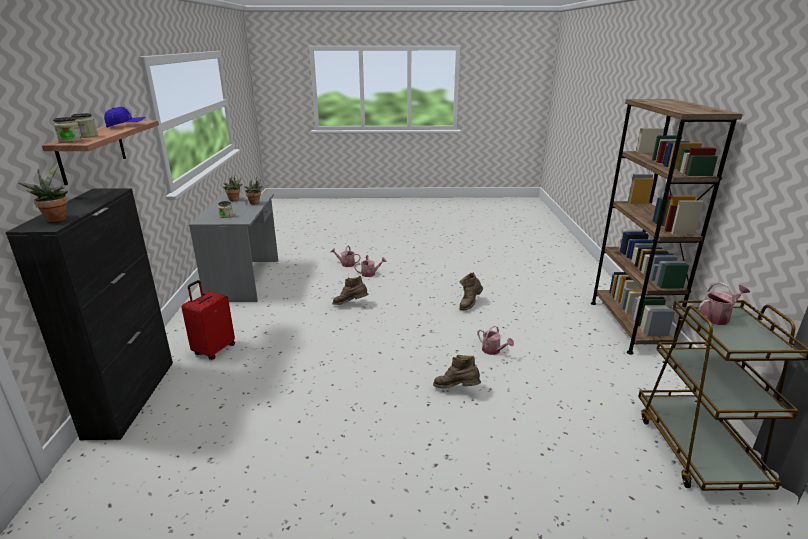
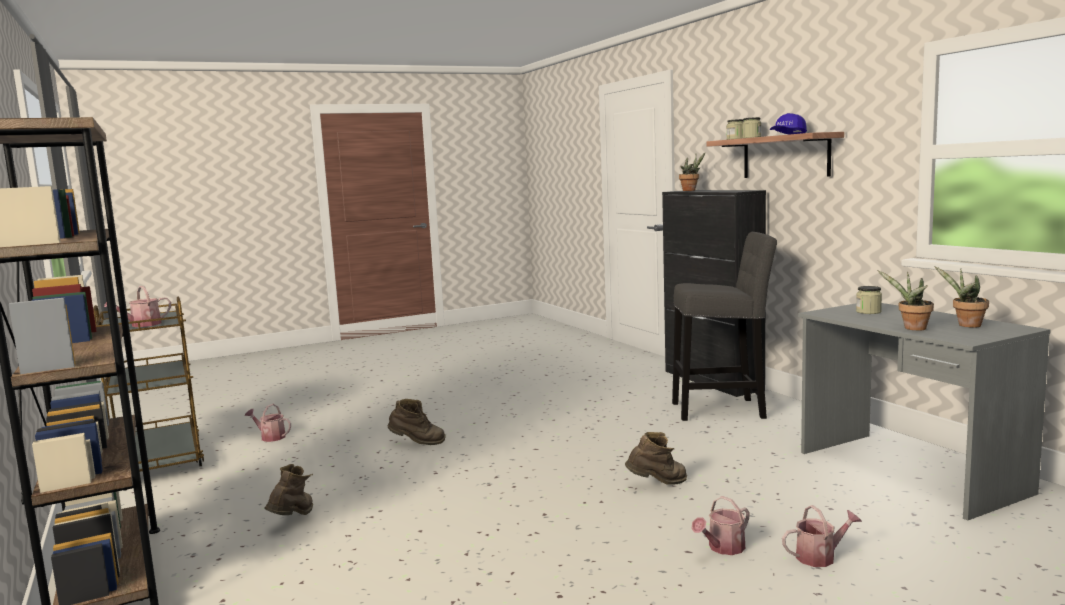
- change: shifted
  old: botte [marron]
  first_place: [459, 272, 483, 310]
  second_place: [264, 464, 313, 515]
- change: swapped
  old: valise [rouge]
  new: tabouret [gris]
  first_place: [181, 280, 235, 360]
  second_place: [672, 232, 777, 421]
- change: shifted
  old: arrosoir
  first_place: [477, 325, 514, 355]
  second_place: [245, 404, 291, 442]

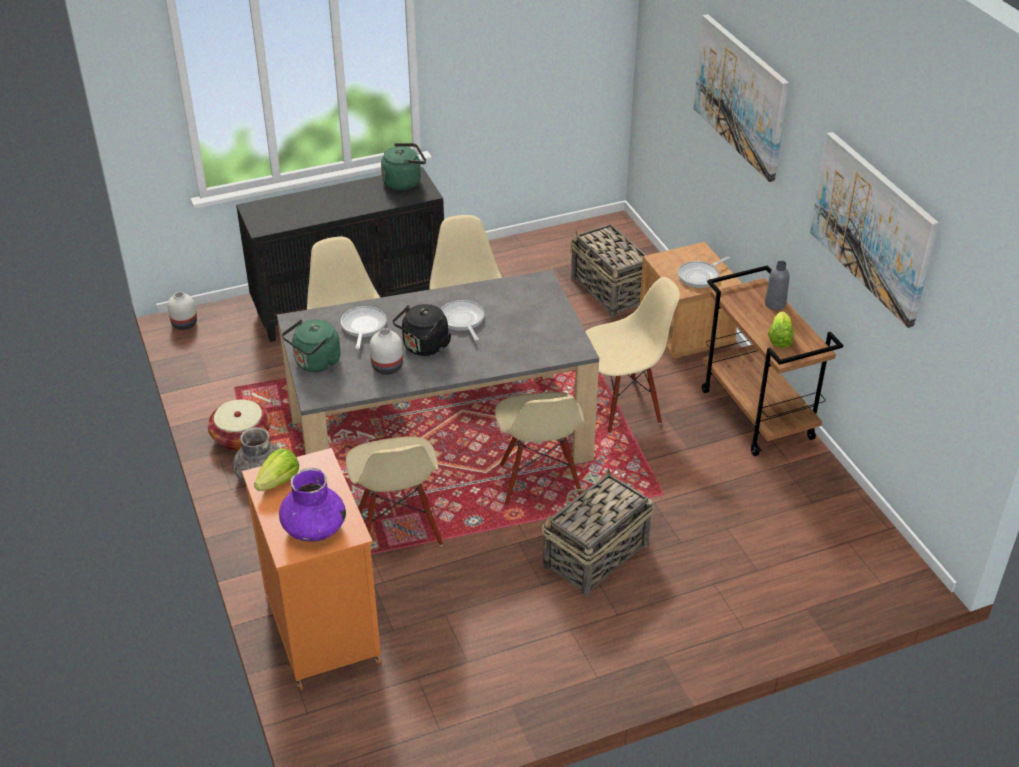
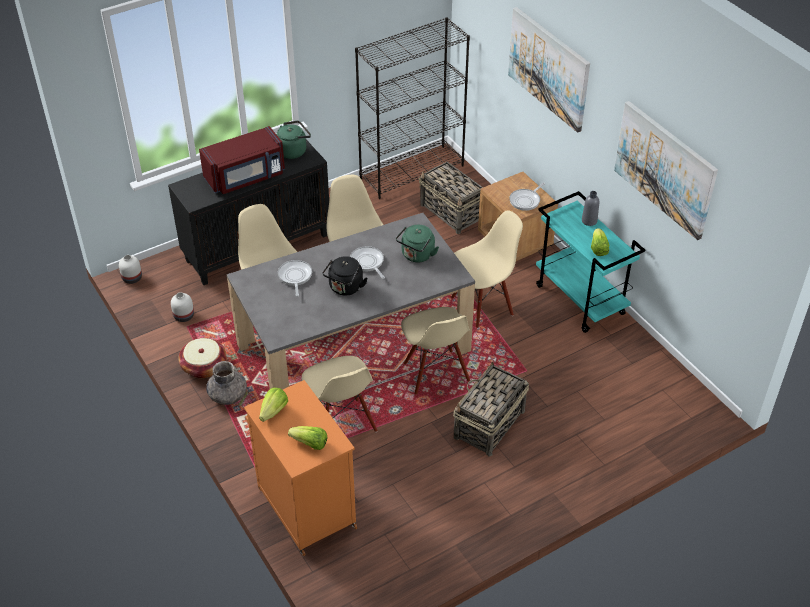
- change: repainted
  old: chariot [marron]
  new: chariot [turquoise]
  first_place: [702, 265, 843, 456]
  second_place: [536, 191, 645, 333]
- change: shifted
  old: bouilloire [vert]
  first_place: [282, 320, 340, 372]
  second_place: [396, 225, 439, 262]
- change: shifted
  old: vase [blanc]
  first_place: [370, 328, 403, 375]
  second_place: [171, 292, 194, 322]
- change: swapped
  old: vase [violet]
  new: laitue
  first_place: [279, 468, 346, 542]
  second_place: [288, 426, 327, 450]
- change: new
  new: bibliothèque [noir]
  second_place: [355, 17, 470, 199]
- change: new
  new: micro-ondes [rouge]
  second_place: [199, 126, 285, 194]

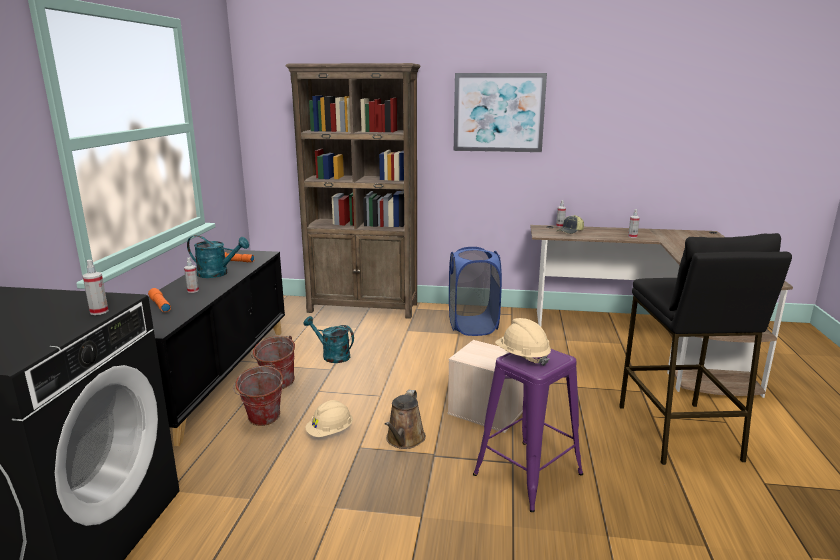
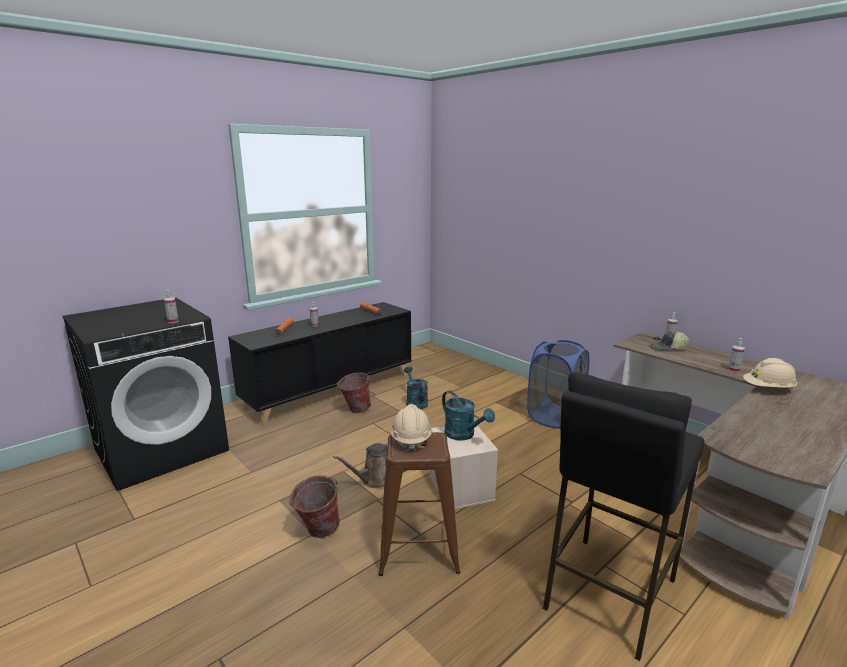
- change: gone
  old: bibliothèque [marron]
  first_place: [286, 63, 421, 319]
- change: gone
  old: tableau
  first_place: [454, 73, 547, 152]
- change: shifted
  old: arrosoir [turquoise]
  first_place: [187, 235, 249, 278]
  second_place: [442, 391, 495, 440]
- change: repainted
  old: tabouret [violet]
  new: tabouret [marron]
  first_place: [473, 349, 583, 512]
  second_place: [379, 432, 460, 576]
- change: shifted
  old: seau
  first_place: [233, 364, 283, 426]
  second_place: [288, 475, 340, 538]
- change: shifted
  old: casque de chantier [beige]
  first_place: [305, 400, 353, 437]
  second_place: [743, 358, 798, 389]

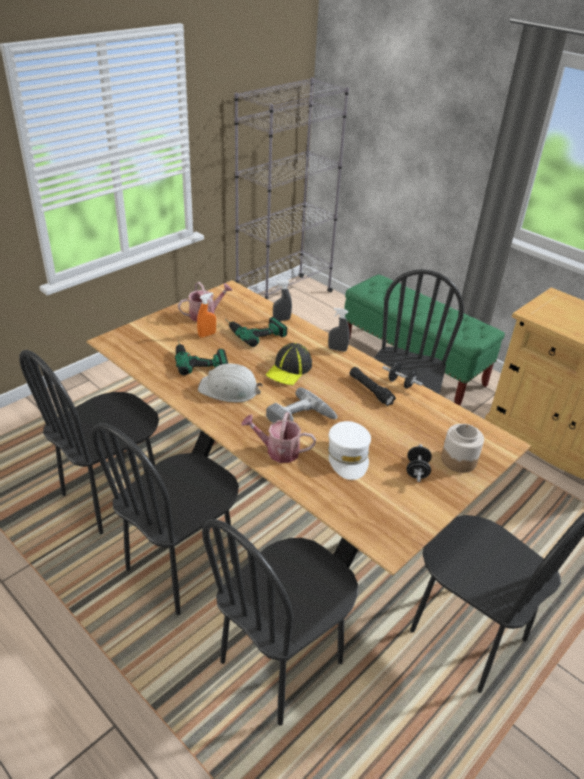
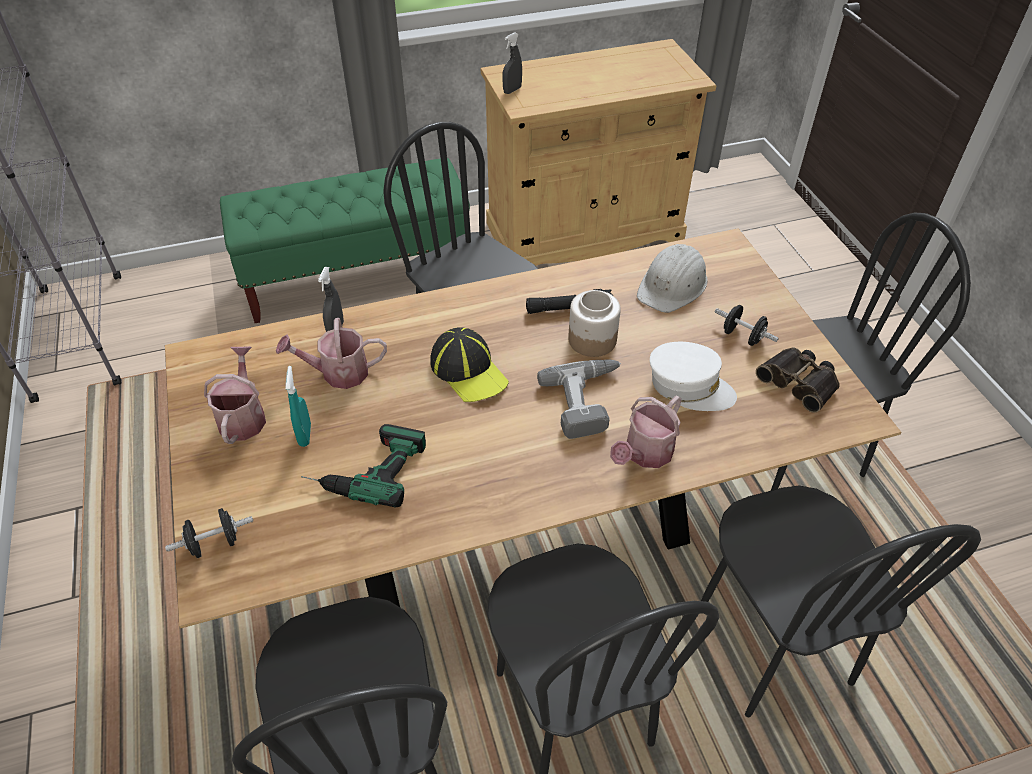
- change: repainted
  old: vaporisateur [orange]
  new: vaporisateur [turquoise]
  first_place: [197, 293, 216, 337]
  second_place: [286, 366, 311, 447]
- change: shifted
  old: vaporisateur [gris]
  first_place: [328, 308, 350, 352]
  second_place: [502, 32, 522, 94]
- change: swapped
  old: perceuse
  new: arrosoir
  first_place: [225, 317, 287, 347]
  second_place: [276, 318, 387, 389]
- change: shifted
  old: casque de chantier [blanc]
  first_place: [198, 363, 263, 402]
  second_place: [637, 244, 708, 313]
- change: shifted
  old: haltère [noir]
  first_place: [383, 363, 423, 388]
  second_place: [165, 508, 253, 558]
- change: shifted
  old: bocal
  first_place: [441, 424, 484, 473]
  second_place: [568, 290, 621, 357]
- change: new
  new: jumelles
  second_place: [756, 347, 840, 413]

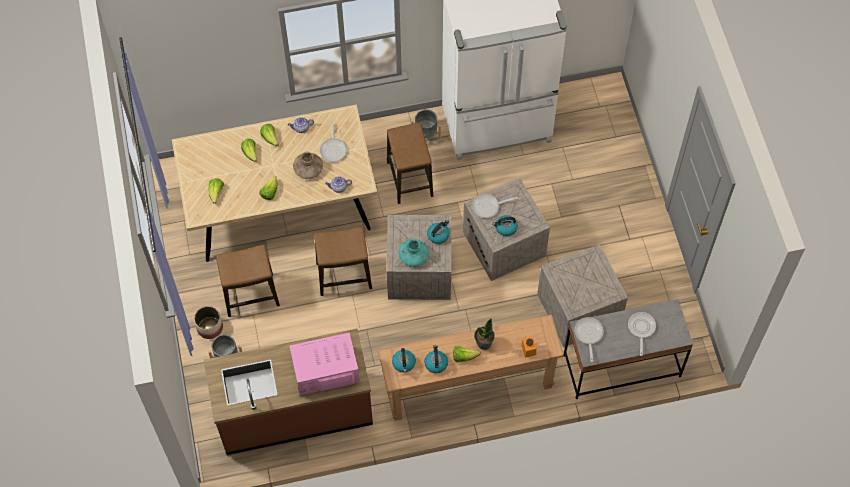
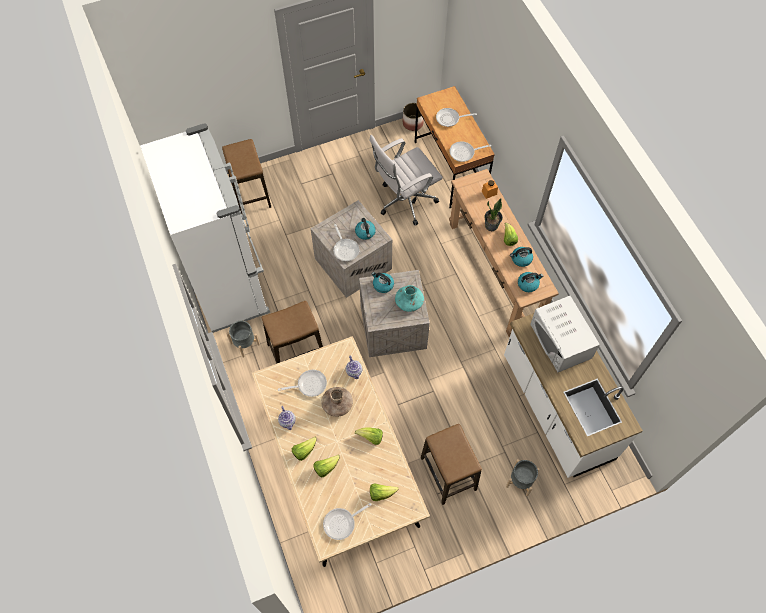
- change: shifted
  old: tabouret
  first_place: [314, 227, 372, 296]
  second_place: [222, 139, 271, 214]
- change: swapped
  old: caisse
  new: chaise de bureau [blanc]
  first_place: [537, 244, 628, 347]
  second_place: [369, 135, 443, 226]
- change: repainted
  old: bureau [gris]
  new: bureau [marron]
  first_place: [563, 299, 693, 399]
  second_place: [415, 86, 495, 208]
- change: shifted
  old: cache-pot
  first_place: [194, 306, 223, 339]
  second_place: [403, 103, 424, 131]
- change: repainted
  old: comptoir de cuisine [marron]
  new: comptoir de cuisine [blanc]
  first_place: [204, 329, 373, 455]
  second_place: [504, 313, 643, 478]
- change: repainted
  old: micro-ondes [rose]
  new: micro-ondes [blanc]
  first_place: [290, 333, 360, 396]
  second_place: [530, 296, 600, 372]
- change: new
  new: poêle
  second_place: [323, 503, 371, 540]

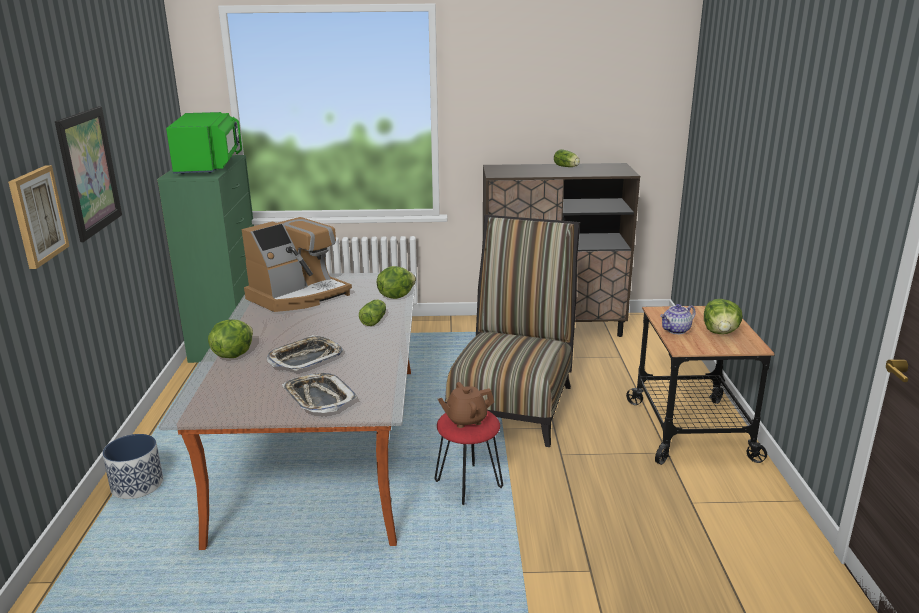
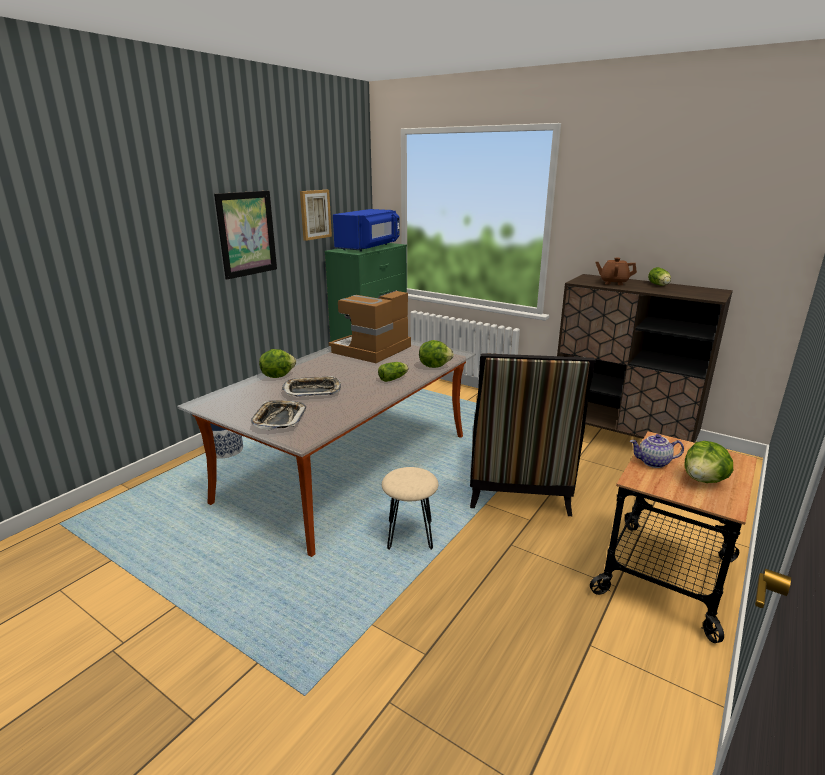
- change: repainted
  old: micro-ondes [vert]
  new: micro-ondes [bleu]
  first_place: [166, 112, 242, 174]
  second_place: [333, 209, 400, 252]
- change: shifted
  old: tableau
  first_place: [8, 165, 69, 269]
  second_place: [300, 190, 332, 241]
- change: rotated
  old: chaise
  first_place: [445, 215, 580, 447]
  second_place: [470, 353, 596, 516]
  degrees: 135
- change: rotated
  old: machine à café
  first_place: [242, 217, 352, 312]
  second_place: [329, 290, 411, 363]
  degrees: 135
- change: shifted
  old: théière [marron]
  first_place: [438, 382, 494, 428]
  second_place: [595, 258, 637, 285]
- change: repainted
  old: tabouret [rouge]
  new: tabouret [beige]
  first_place: [434, 411, 503, 505]
  second_place: [382, 467, 438, 550]

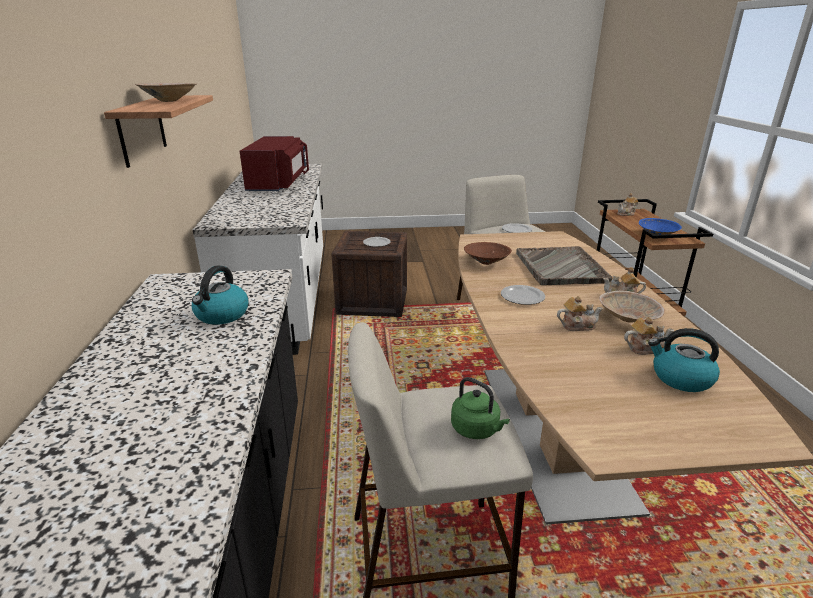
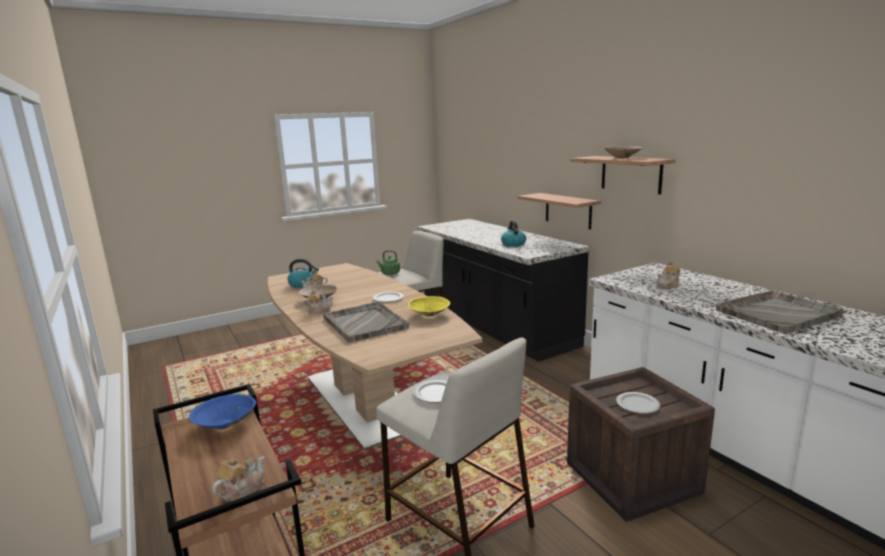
- change: swapped
  old: micro-ondes [rouge]
  new: plateau [gris]
  first_place: [240, 136, 309, 191]
  second_place: [716, 290, 844, 334]
- change: repainted
  old: bol [marron]
  new: bol [jaune]
  first_place: [464, 242, 512, 265]
  second_place: [408, 296, 451, 317]
- change: shifted
  old: théière
  first_place: [557, 296, 603, 331]
  second_place: [657, 261, 680, 289]
- change: new
  new: étagère
  second_place: [517, 193, 601, 230]

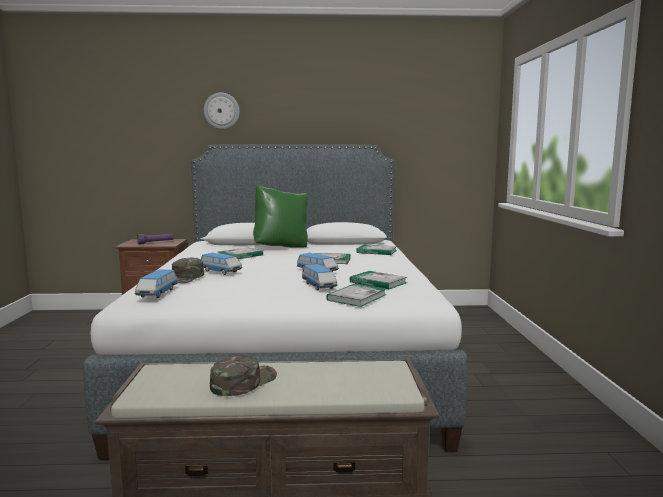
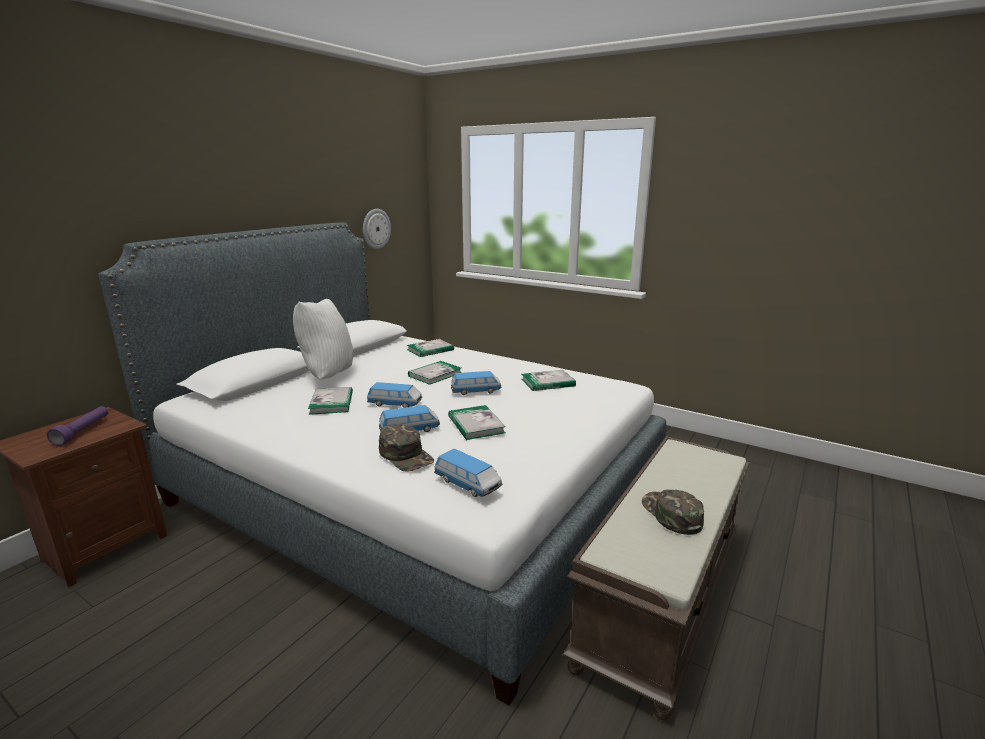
- change: shifted
  old: horloge murale
  first_place: [204, 92, 240, 129]
  second_place: [363, 209, 391, 249]
- change: repainted
  old: coussin [vert]
  new: coussin [blanc]
  first_place: [253, 185, 308, 248]
  second_place: [293, 299, 353, 380]
- change: shifted
  old: petite voiture
  first_place: [302, 264, 338, 291]
  second_place: [367, 382, 422, 408]
- change: shifted
  old: livre
  first_place: [326, 284, 387, 307]
  second_place: [448, 405, 506, 440]

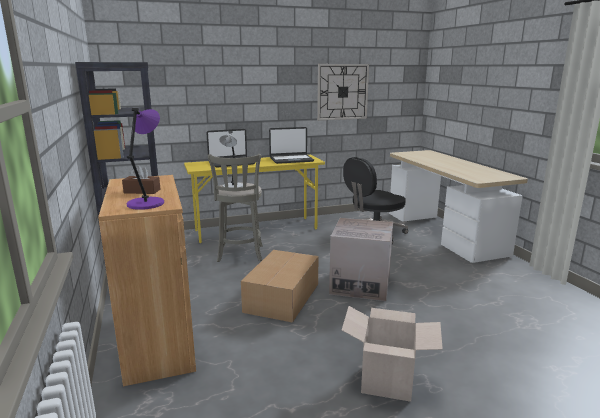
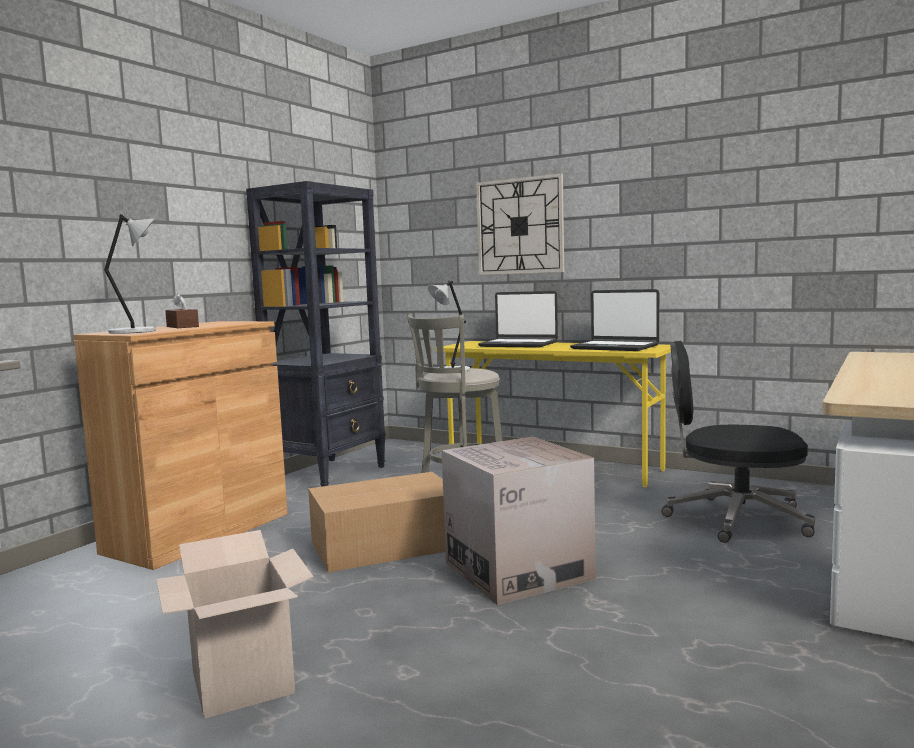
- change: shifted
  old: horloge murale
  first_place: [317, 64, 369, 120]
  second_place: [476, 173, 564, 275]
- change: repainted
  old: lampe de table [violet]
  new: lampe de table [gris]
  first_place: [127, 108, 164, 210]
  second_place: [104, 214, 156, 334]

